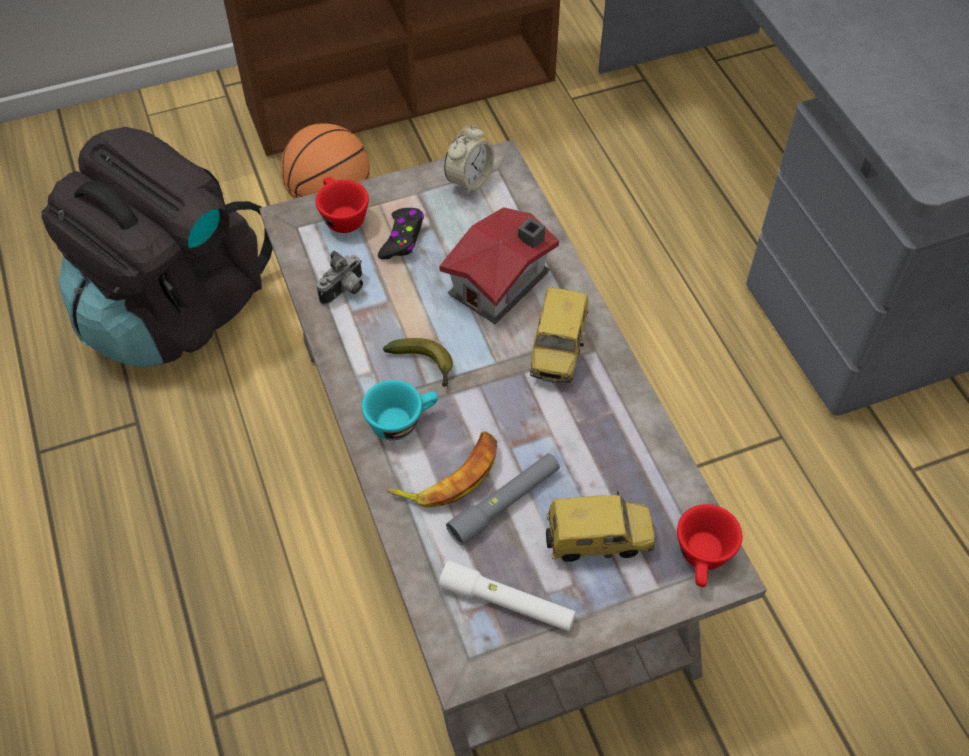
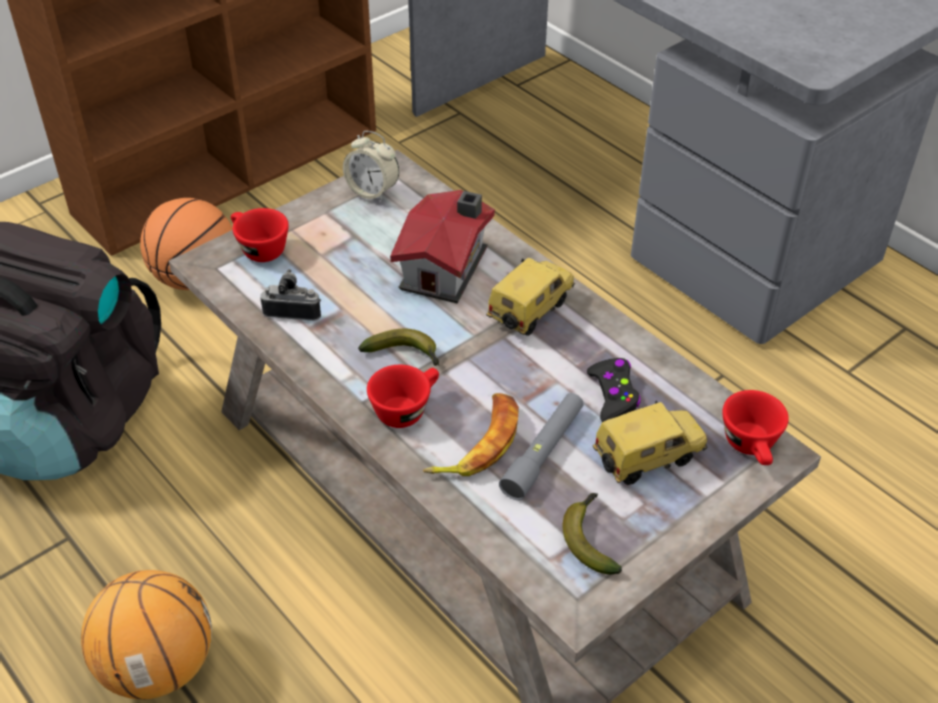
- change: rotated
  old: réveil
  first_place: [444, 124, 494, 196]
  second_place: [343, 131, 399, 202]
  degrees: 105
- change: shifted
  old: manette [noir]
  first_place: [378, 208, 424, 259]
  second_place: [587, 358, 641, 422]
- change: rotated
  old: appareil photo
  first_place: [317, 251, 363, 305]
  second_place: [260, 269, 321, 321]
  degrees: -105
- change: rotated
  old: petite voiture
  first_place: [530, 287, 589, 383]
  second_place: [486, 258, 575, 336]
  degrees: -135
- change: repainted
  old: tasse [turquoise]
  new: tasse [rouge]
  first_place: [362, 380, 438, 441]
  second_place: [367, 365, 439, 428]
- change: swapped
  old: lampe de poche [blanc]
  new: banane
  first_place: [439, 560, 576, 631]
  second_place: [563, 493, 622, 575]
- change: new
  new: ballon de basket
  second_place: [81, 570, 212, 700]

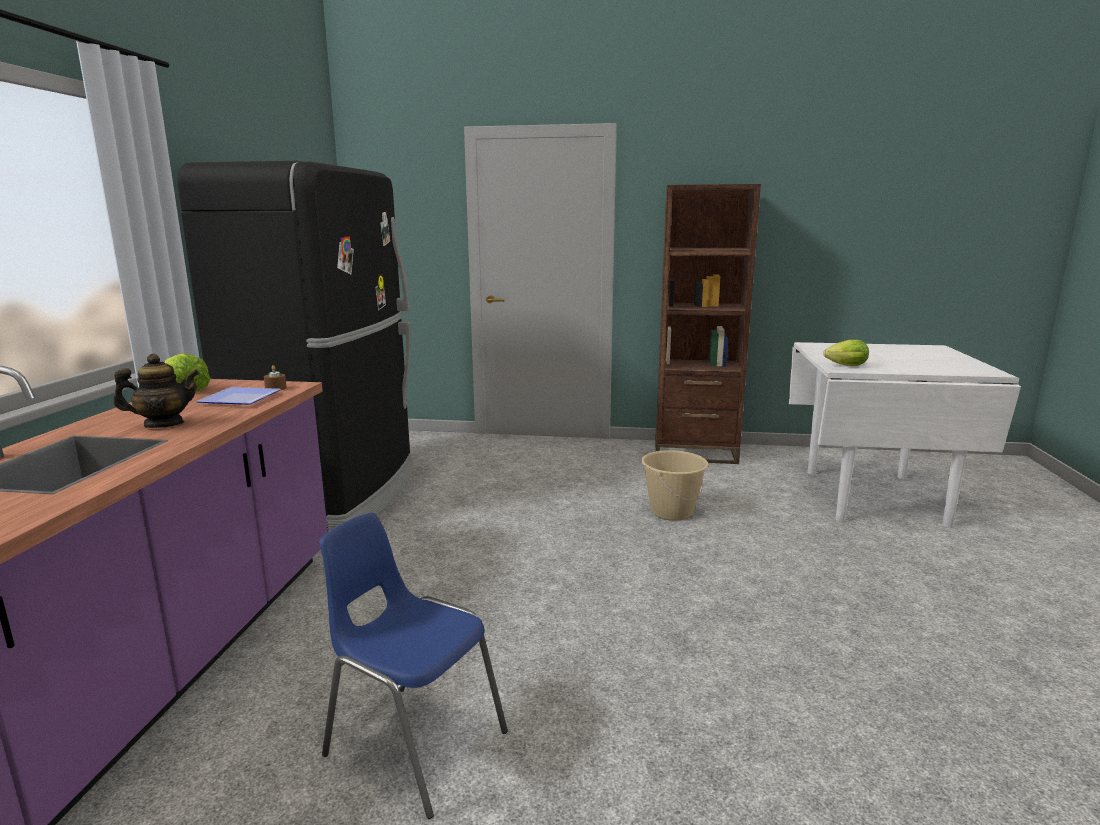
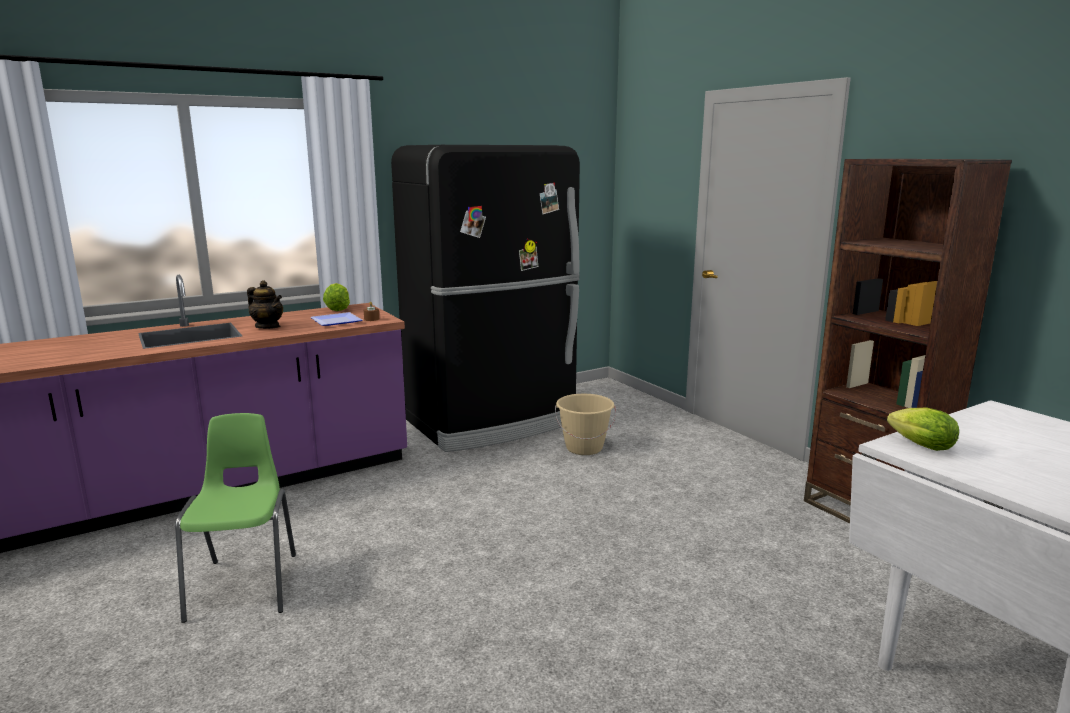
- change: shifted
  old: seau [beige]
  first_place: [641, 450, 708, 521]
  second_place: [555, 394, 616, 455]
- change: repainted
  old: chaise [bleu]
  new: chaise [vert]
  first_place: [319, 513, 508, 819]
  second_place: [175, 413, 296, 623]

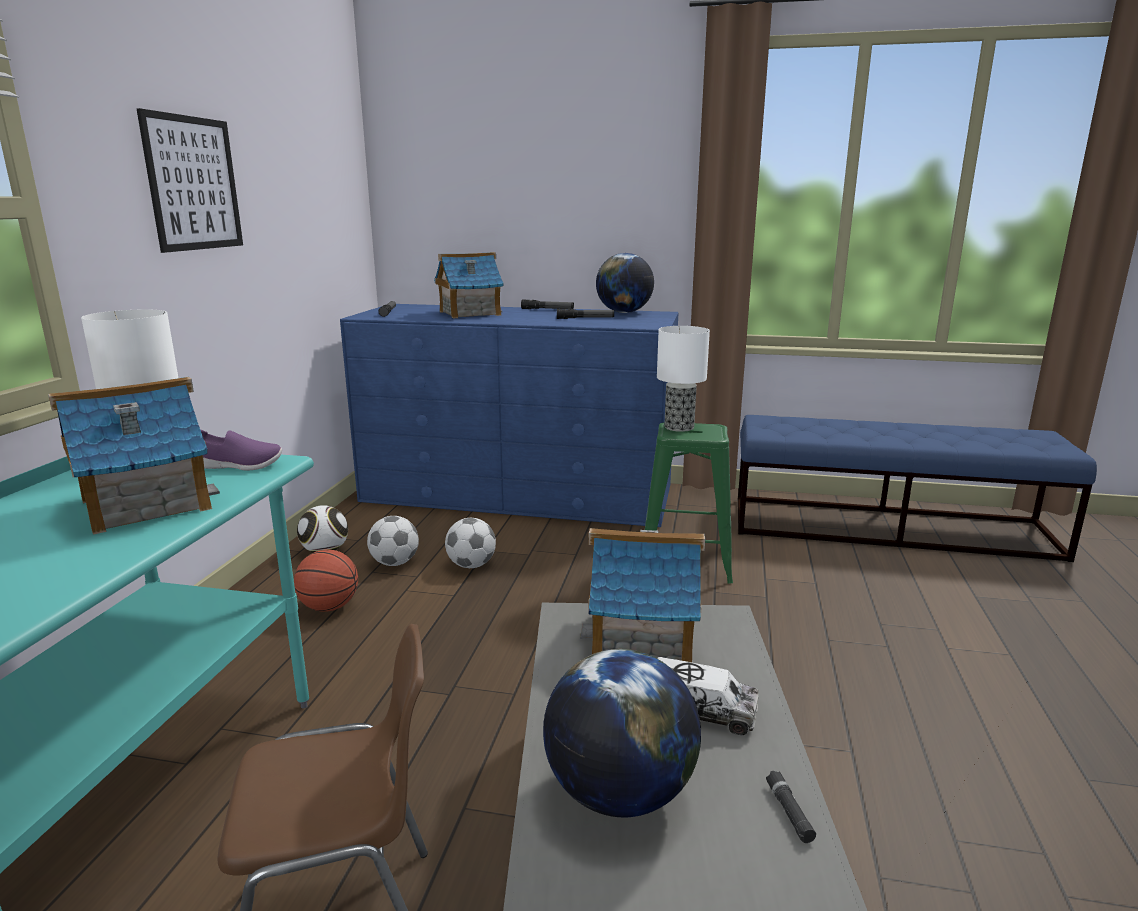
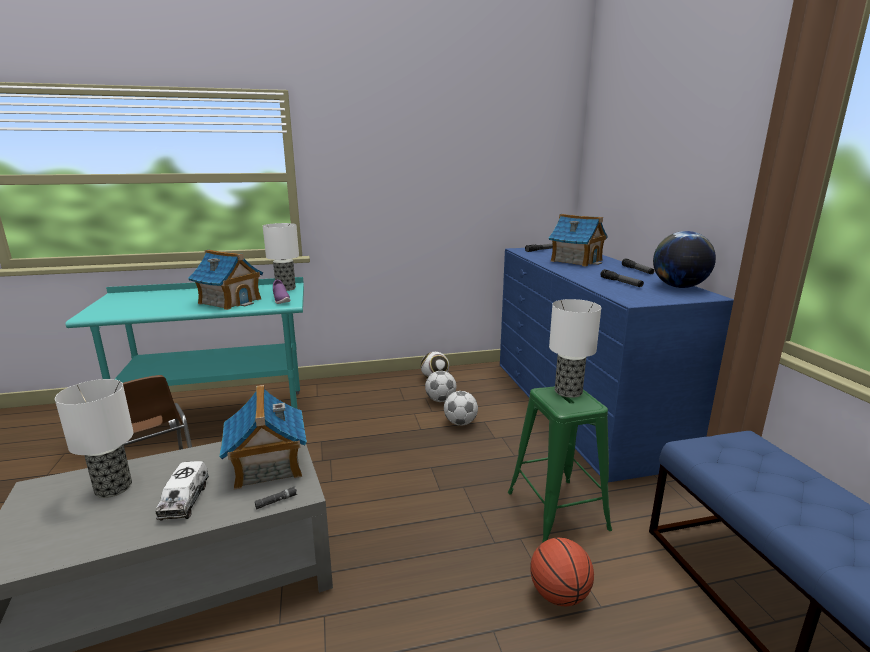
- change: gone
  old: tableau
  first_place: [137, 108, 243, 253]
- change: shifted
  old: ballon de basket
  first_place: [294, 550, 358, 612]
  second_place: [530, 538, 594, 606]
- change: swapped
  old: globe
  new: lampe de table
  first_place: [543, 649, 701, 817]
  second_place: [55, 379, 134, 498]
- change: shifted
  old: lampe de poche [noir]
  first_place: [766, 770, 816, 843]
  second_place: [255, 486, 297, 509]

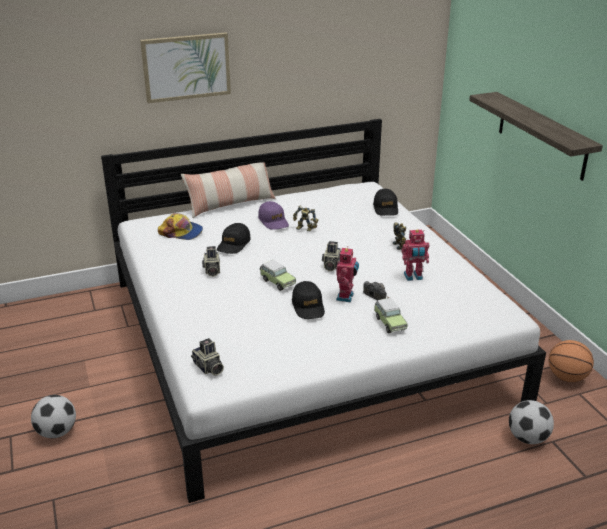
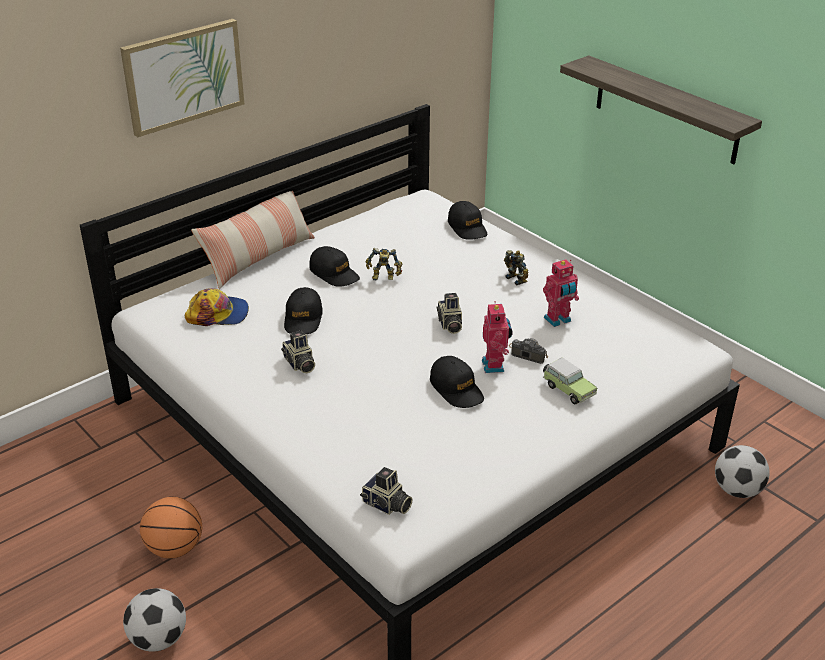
- change: repainted
  old: casquette [violet]
  new: casquette [noir]
  first_place: [258, 201, 289, 230]
  second_place: [309, 246, 360, 287]
- change: gone
  old: petite voiture
  first_place: [260, 260, 296, 291]
- change: shifted
  old: ballon de basket
  first_place: [548, 340, 594, 382]
  second_place: [140, 497, 202, 559]

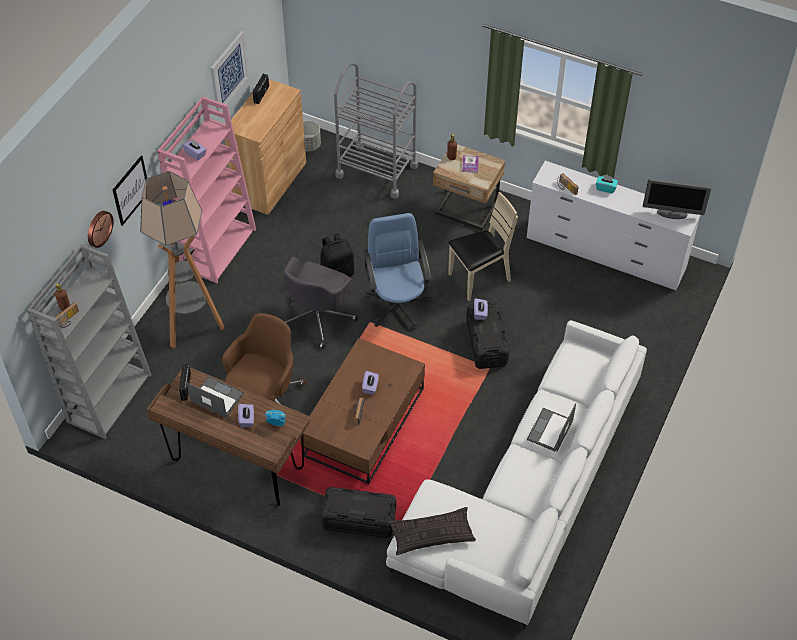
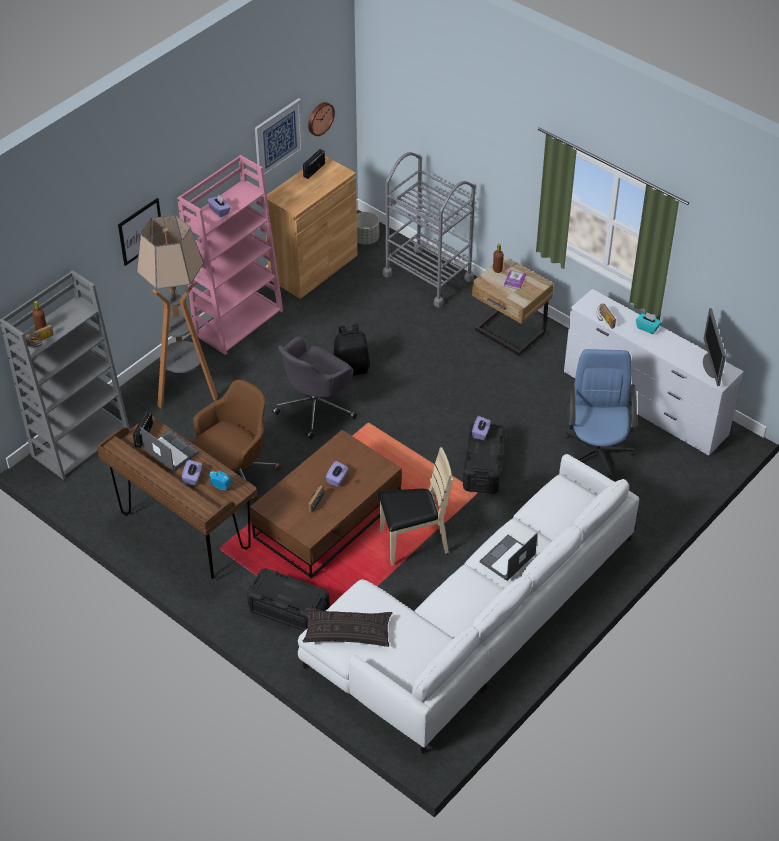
- change: rotated
  old: écran d'ordinateur
  first_place: [643, 179, 711, 219]
  second_place: [703, 308, 726, 386]
  degrees: 60
- change: shifted
  old: chaise [beige]
  first_place: [448, 192, 518, 301]
  second_place: [378, 447, 453, 566]
- change: shifted
  old: horloge murale
  first_place: [88, 211, 113, 248]
  second_place: [308, 102, 335, 136]
- change: shifted
  old: chaise de bureau [bleu]
  first_place: [363, 213, 431, 329]
  second_place: [565, 349, 637, 479]

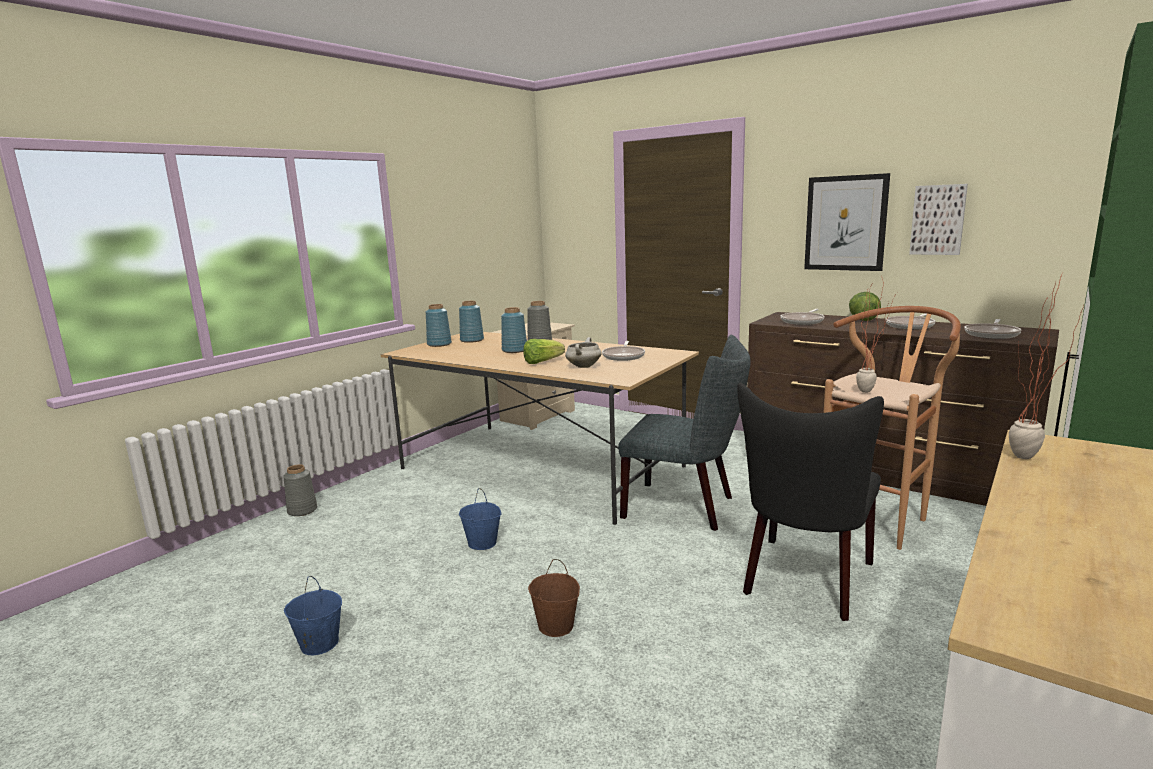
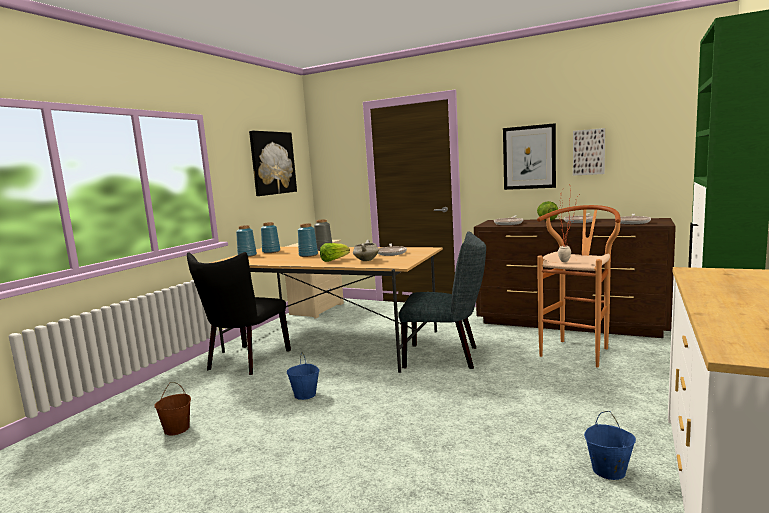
- change: gone
  old: plante en pot
  first_place: [1009, 273, 1084, 459]
- change: shifted
  old: chaise [noir]
  first_place: [737, 383, 884, 621]
  second_place: [187, 252, 291, 375]
- change: gone
  old: vase [gris]
  first_place: [283, 464, 317, 516]
- change: shifted
  old: seau [marron]
  first_place: [528, 559, 580, 637]
  second_place: [154, 382, 191, 435]
- change: shifted
  old: seau [bleu]
  first_place: [284, 576, 342, 655]
  second_place: [584, 411, 636, 480]
- change: new
  new: tableau
  second_place: [249, 131, 297, 196]

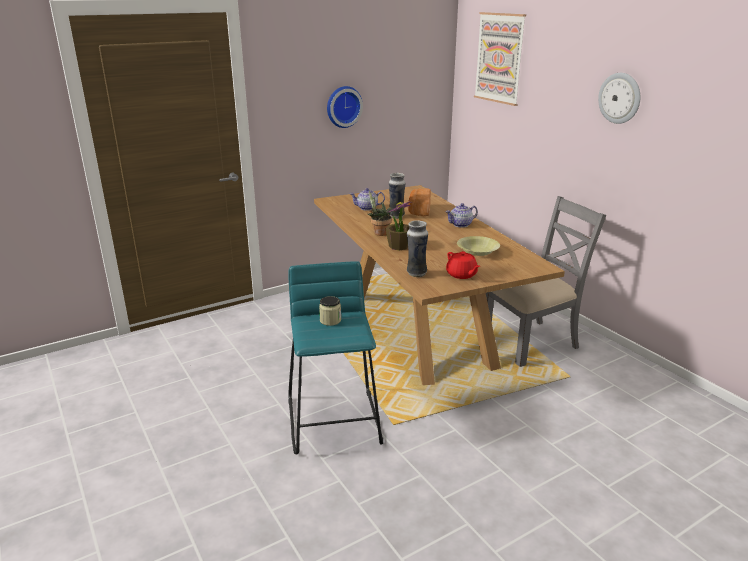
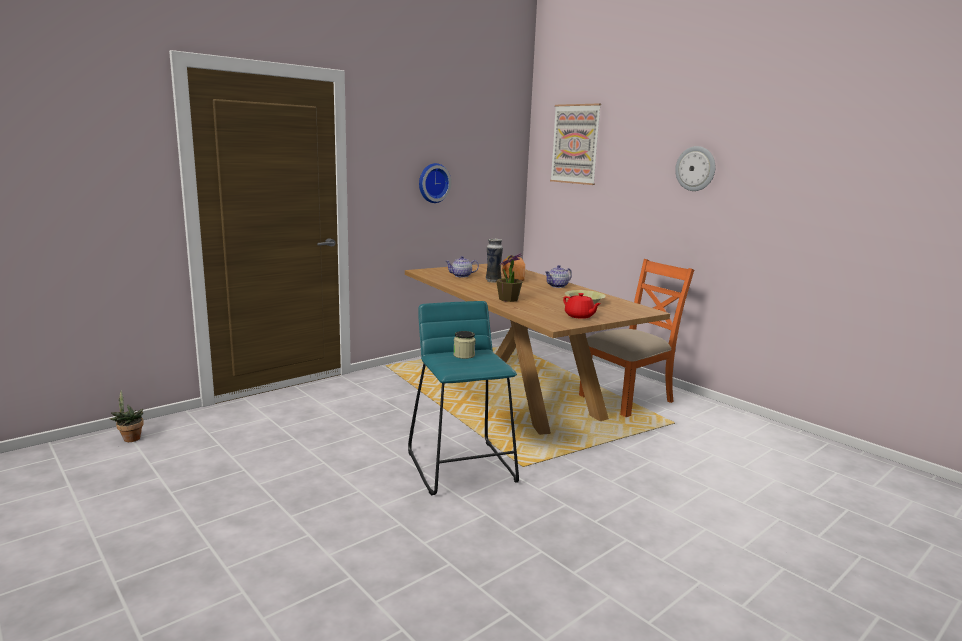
- change: shifted
  old: plante en pot
  first_place: [368, 191, 392, 236]
  second_place: [109, 390, 144, 442]
- change: repainted
  old: chaise [gris]
  new: chaise [orange]
  first_place: [486, 196, 606, 367]
  second_place: [579, 259, 694, 417]
- change: gone
  old: vase
  first_place: [407, 221, 428, 277]

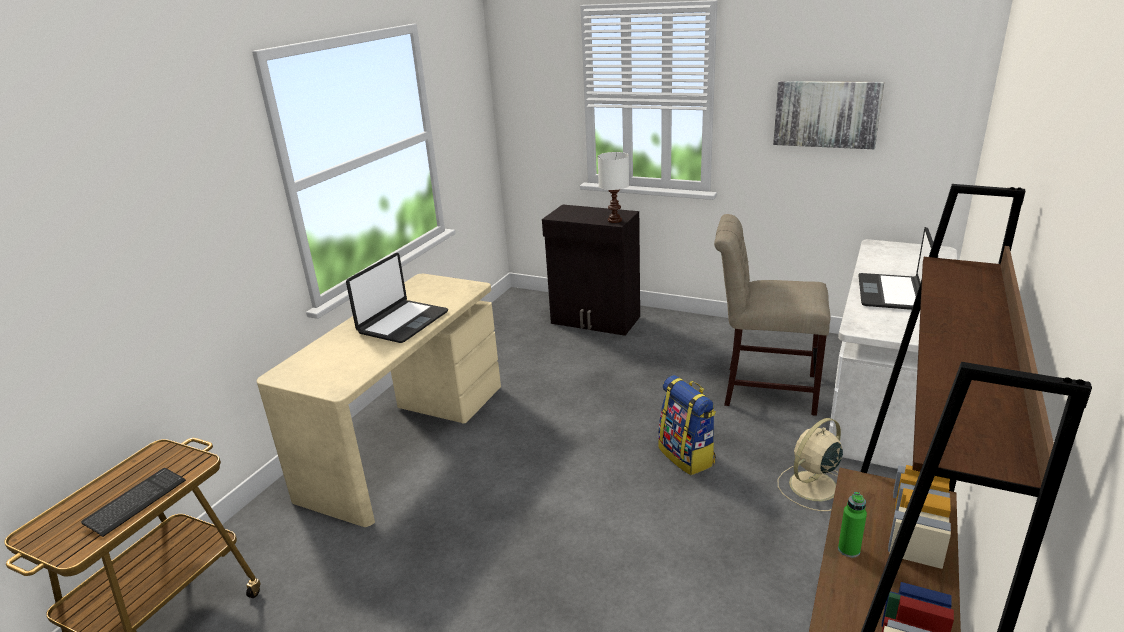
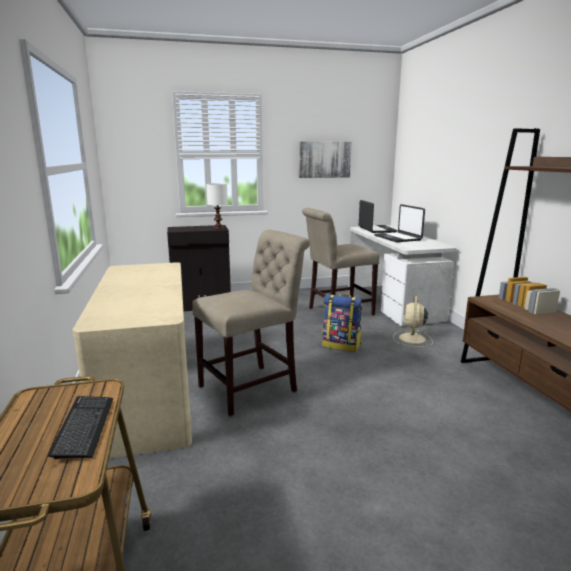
- change: shifted
  old: ordinateur portable
  first_place: [346, 253, 448, 343]
  second_place: [359, 200, 398, 233]
- change: gone
  old: bouteille [vert]
  first_place: [838, 492, 867, 557]
- change: new
  new: chaise [beige]
  second_place: [192, 229, 310, 416]

